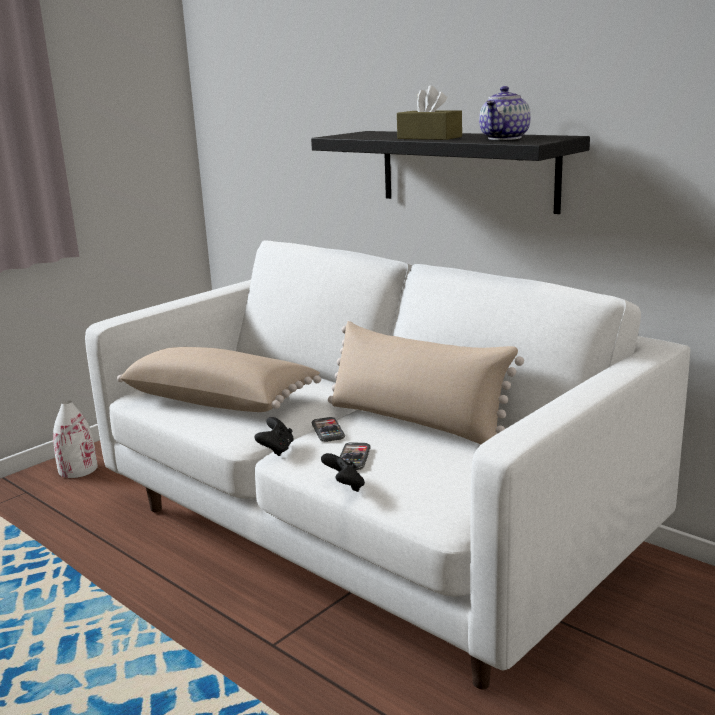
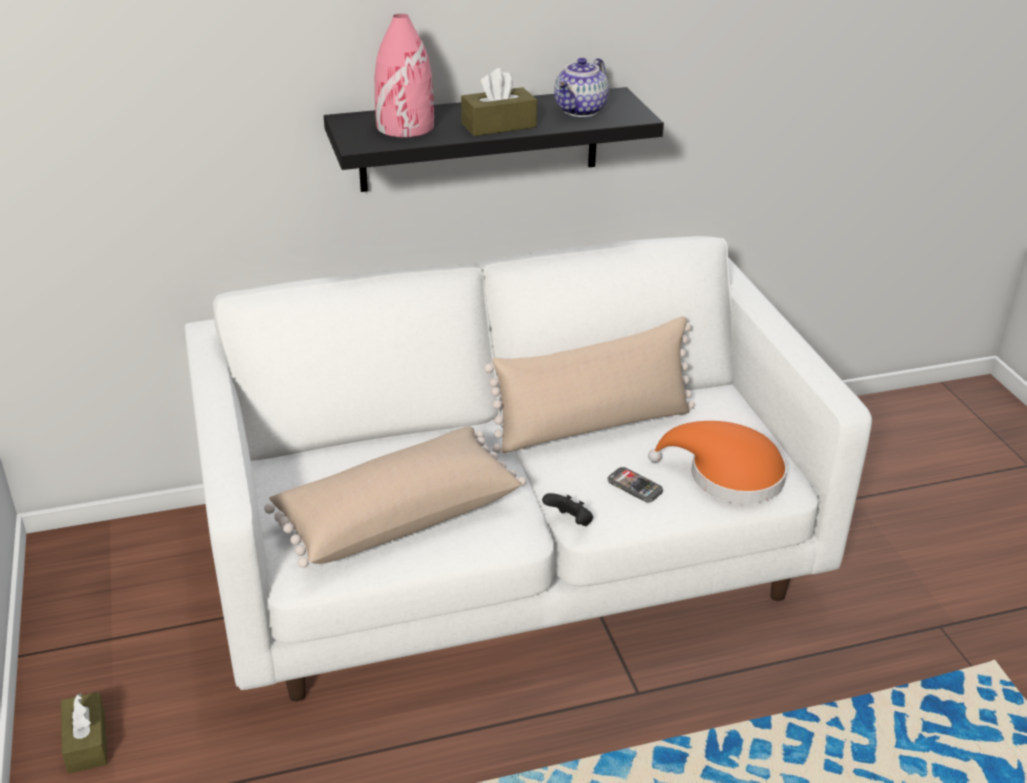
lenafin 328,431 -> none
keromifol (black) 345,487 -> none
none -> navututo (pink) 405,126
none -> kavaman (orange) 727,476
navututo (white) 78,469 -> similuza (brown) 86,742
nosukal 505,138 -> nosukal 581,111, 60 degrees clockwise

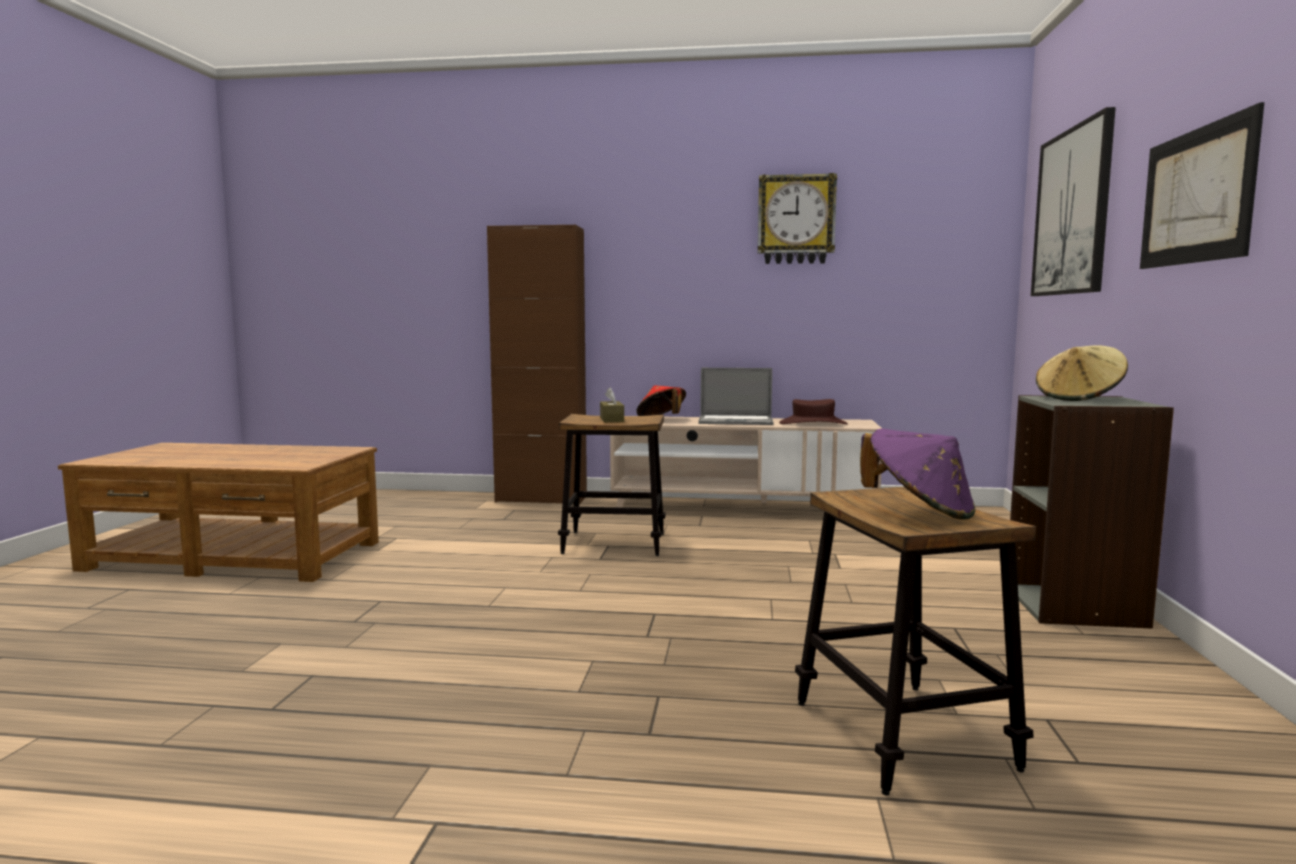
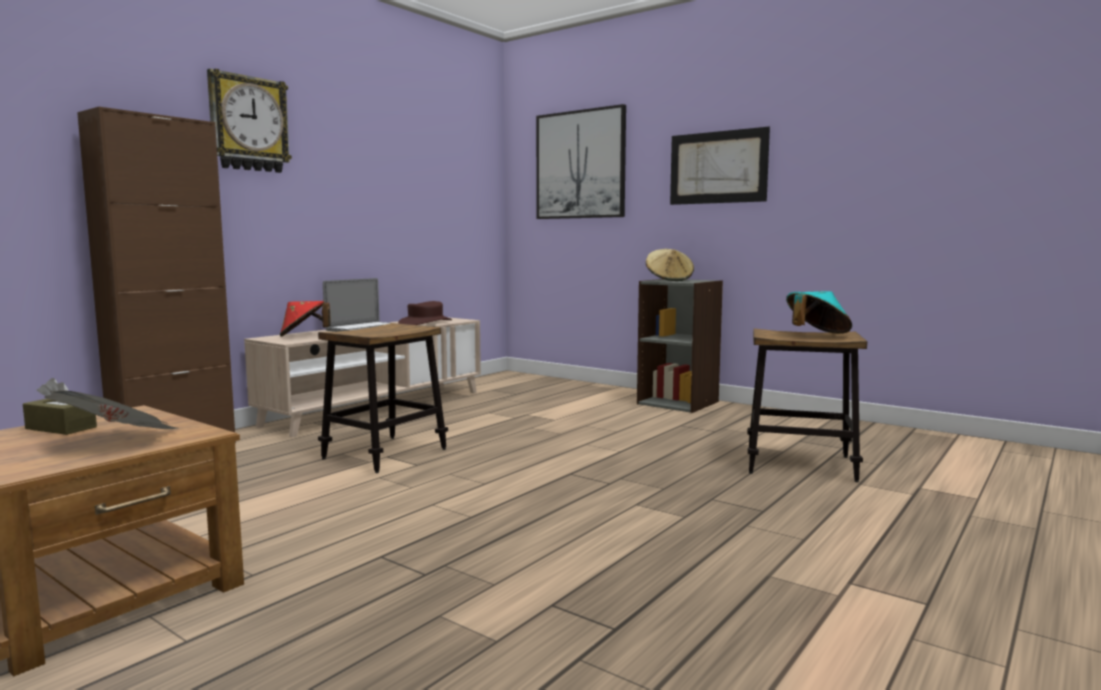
none -> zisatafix 119,441
similuza (brown) 611,419 -> similuza (brown) 61,428, shifted
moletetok 796,220 -> moletetok 248,124, shifted
kavaman (purple) 919,511 -> kavaman (turquoise) 816,334

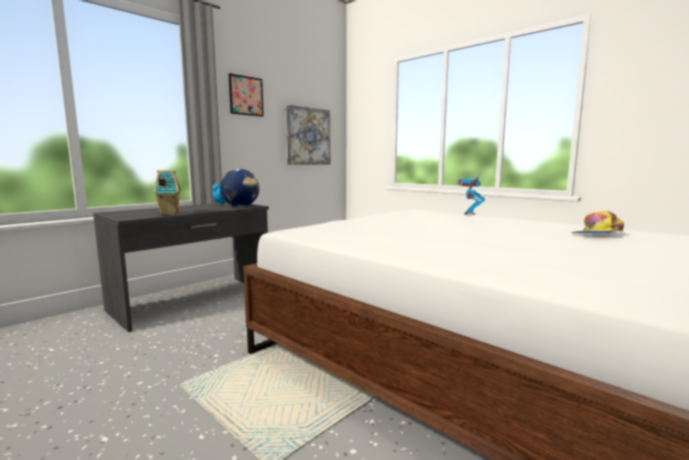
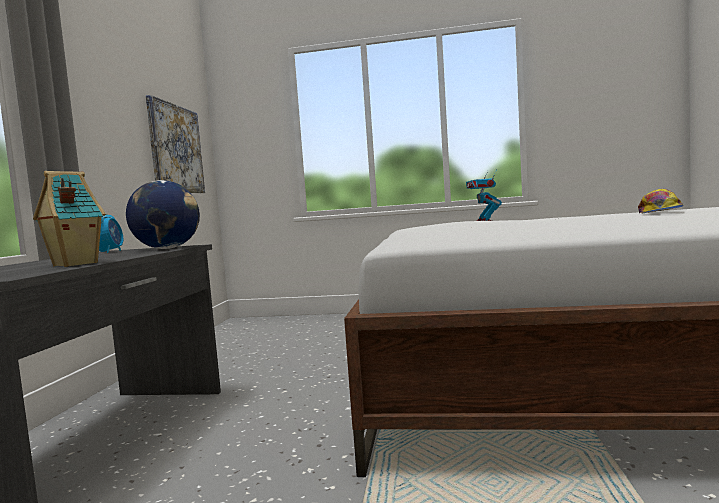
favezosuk 246,96 -> none

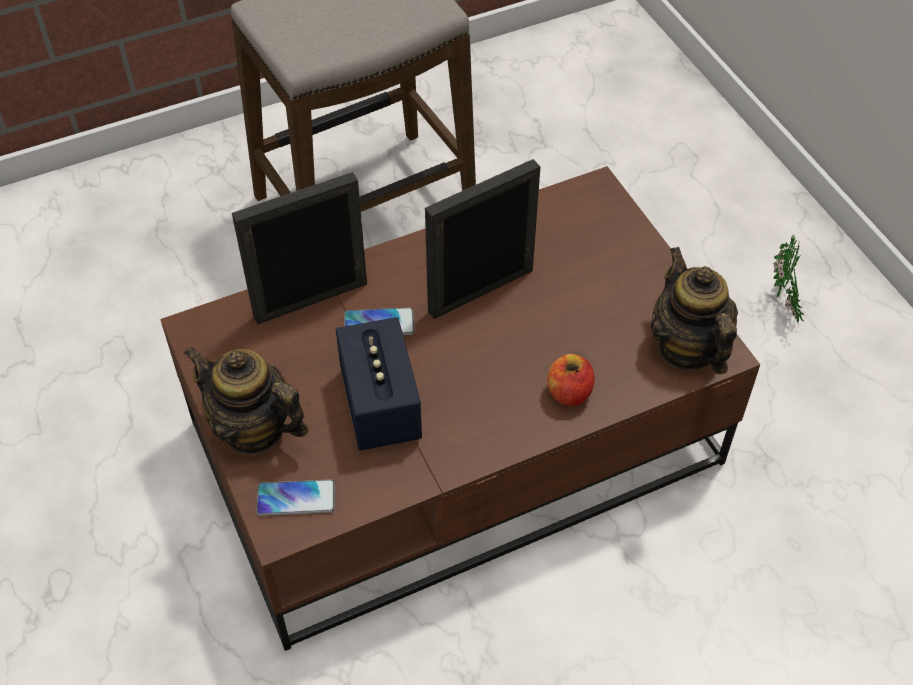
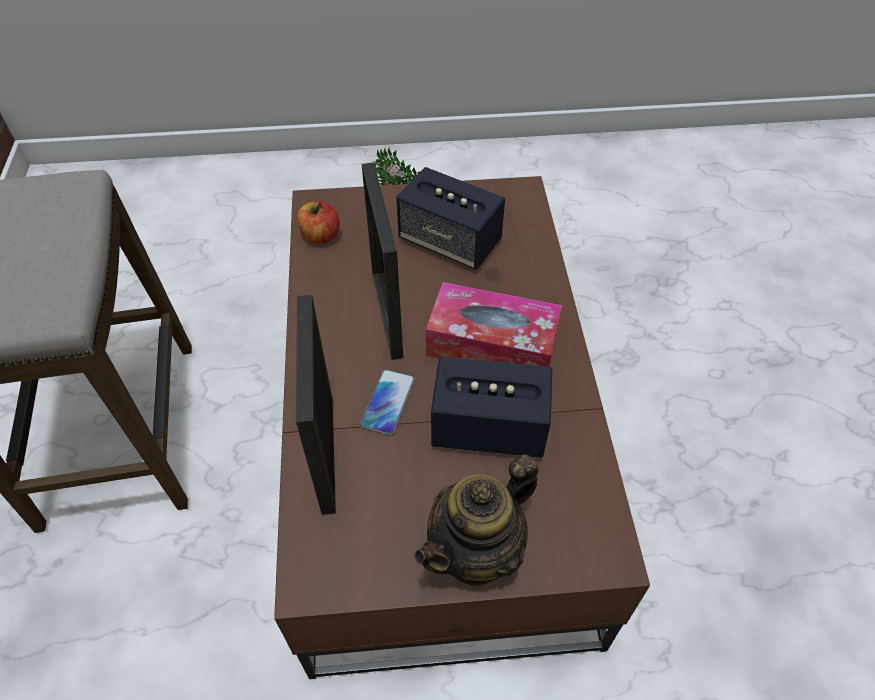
lenafin 296,498 -> none
nosukal 687,348 -> none
none -> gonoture 449,242
none -> similuza 492,343
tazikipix 569,392 -> tazikipix 320,236, shifted

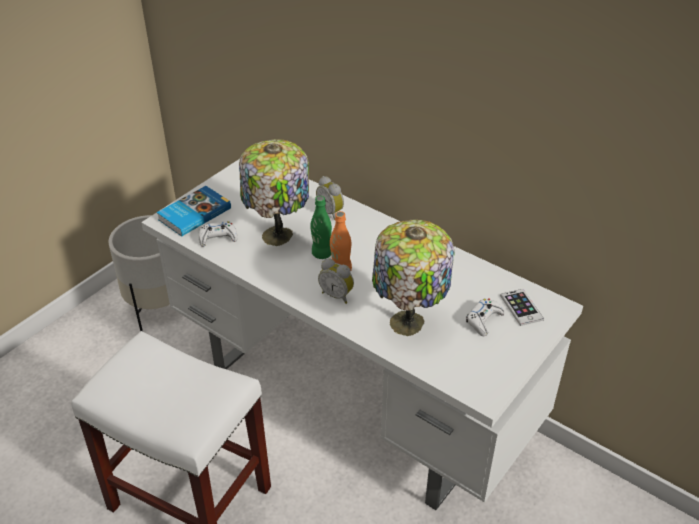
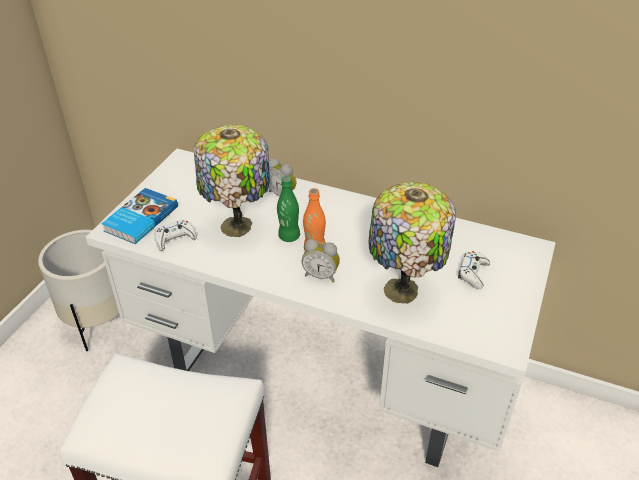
lenafin 521,308 -> none

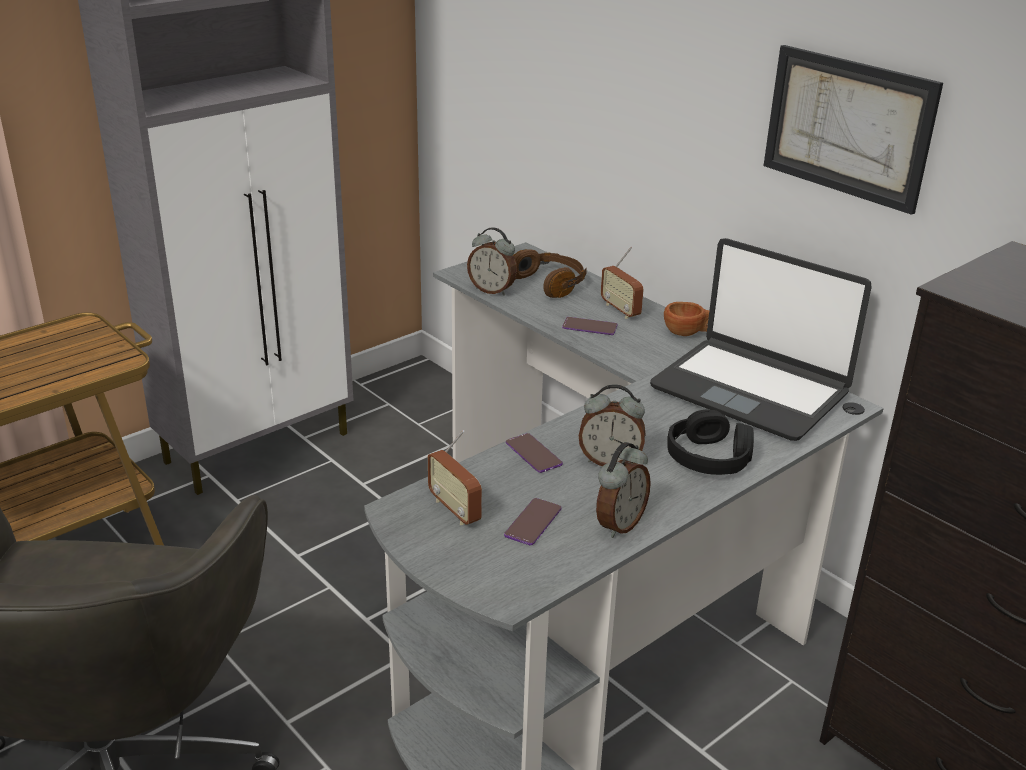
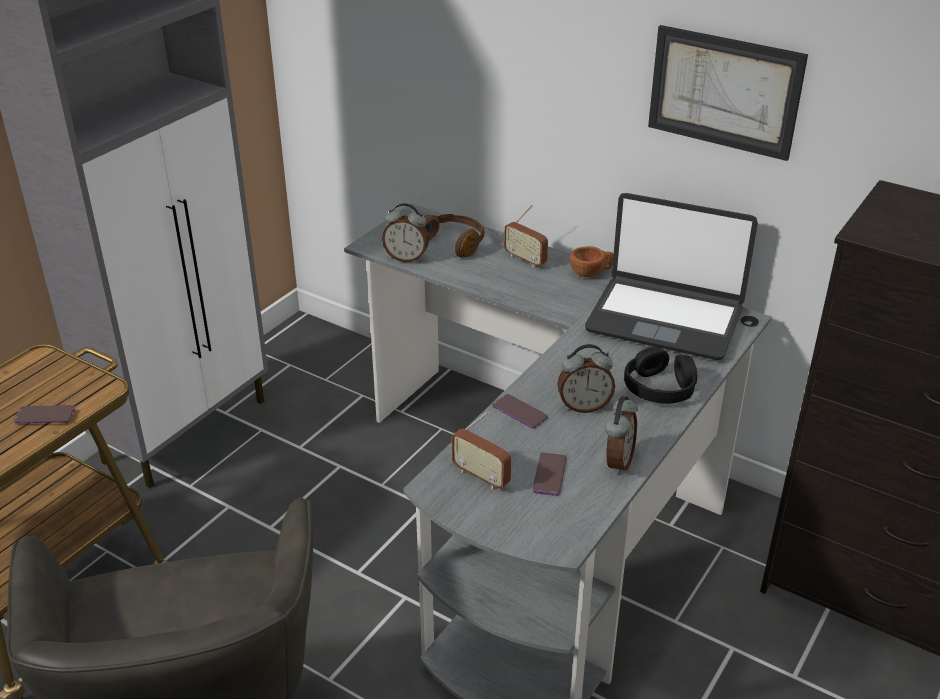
lenafin 589,327 -> lenafin 45,415, shifted

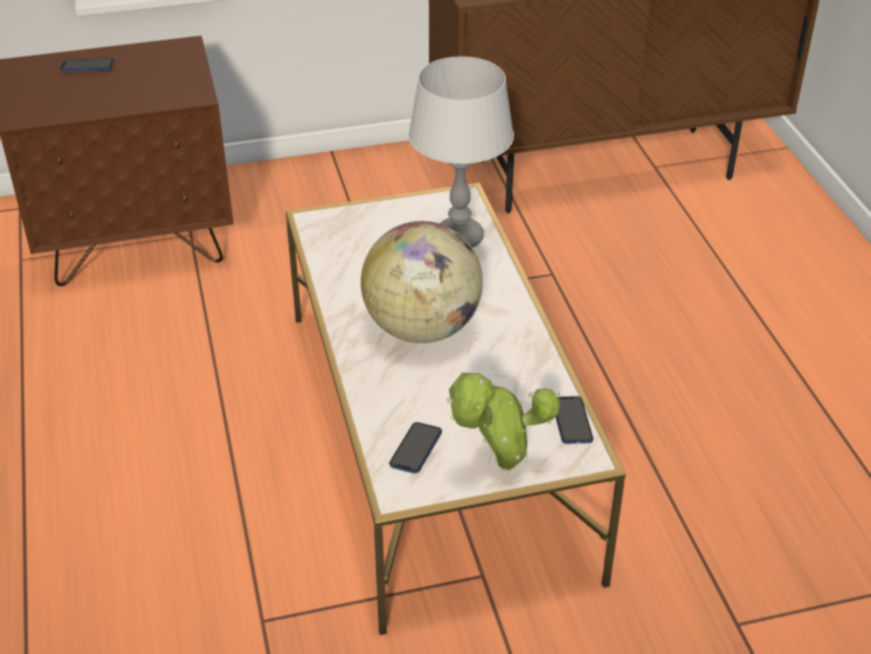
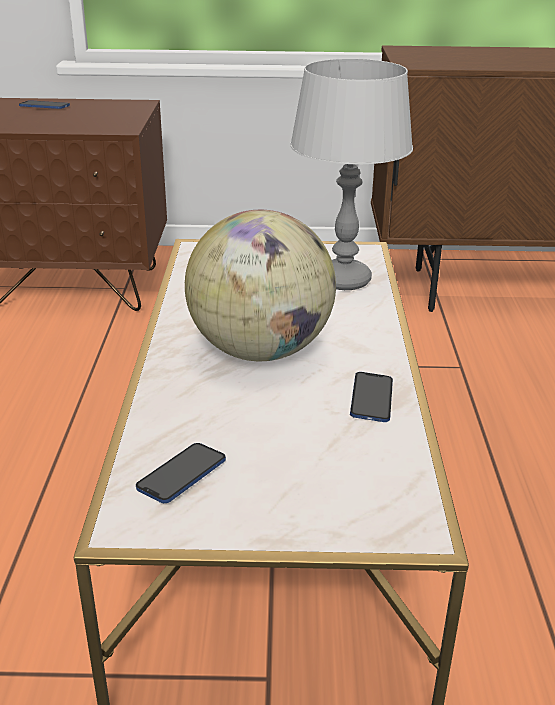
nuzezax 500,466 -> none
lenafin 571,421 -> lenafin 371,398, shifted

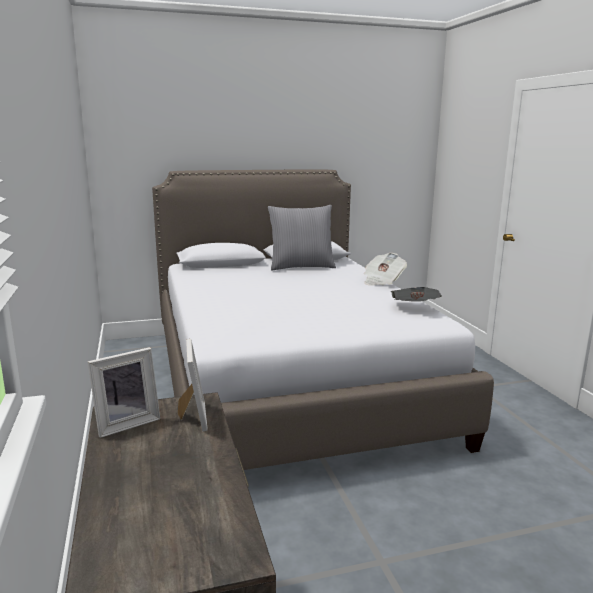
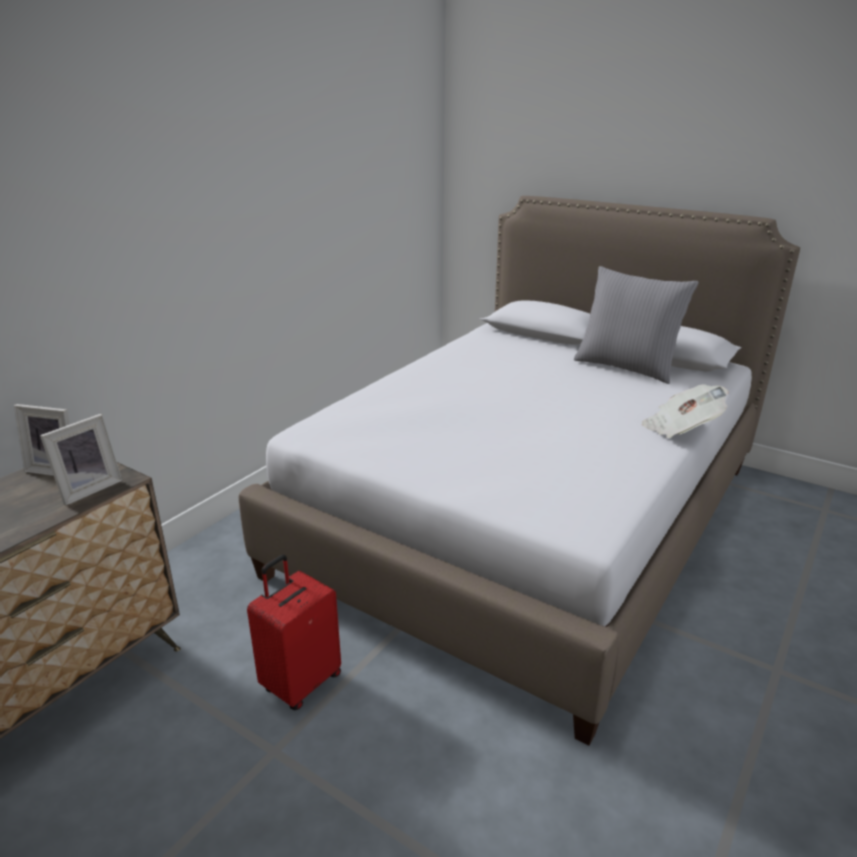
zisatafix 414,308 -> none
none -> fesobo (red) 300,682

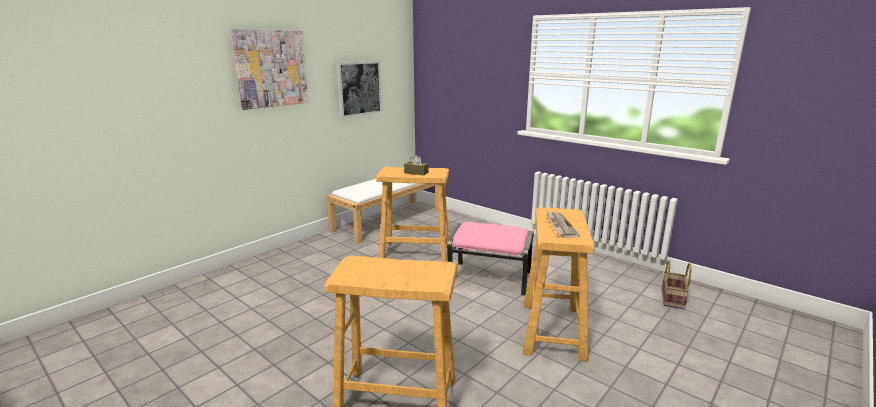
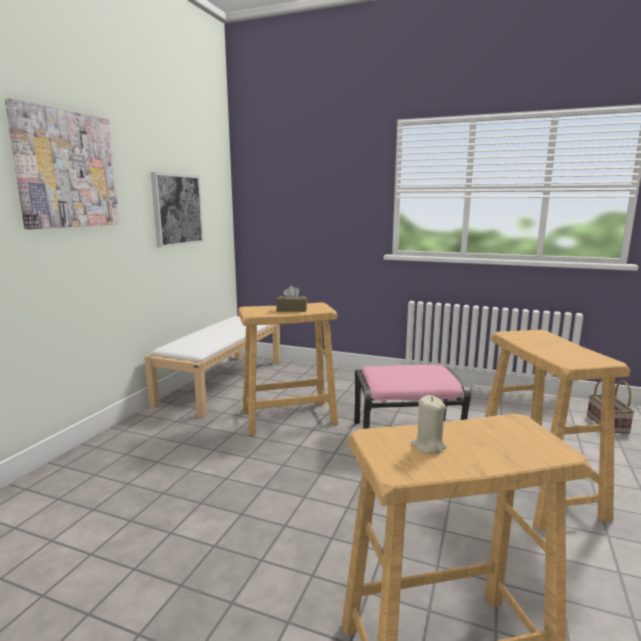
zisatafix 560,226 -> none
none -> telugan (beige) 428,446

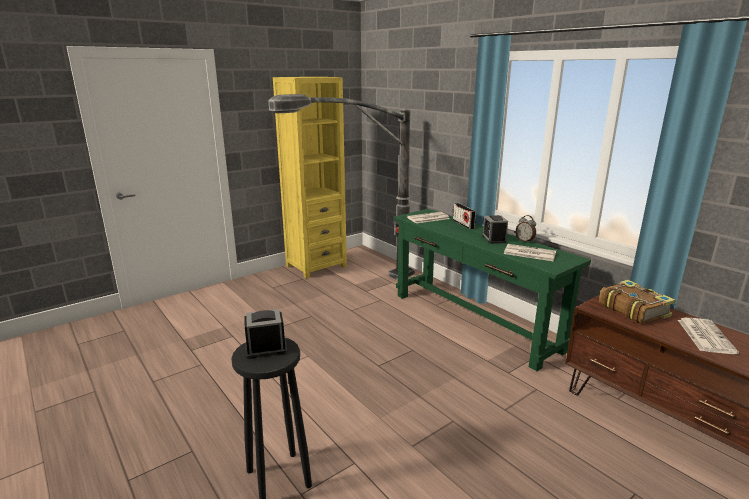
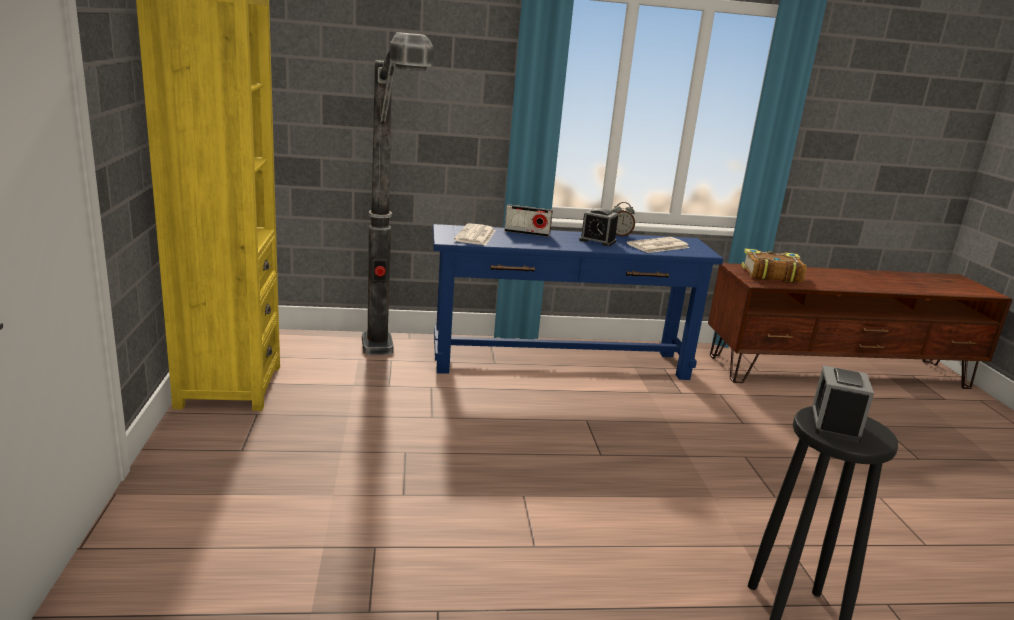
zisatafix 704,336 -> none
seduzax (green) 473,321 -> seduzax (blue) 560,362

